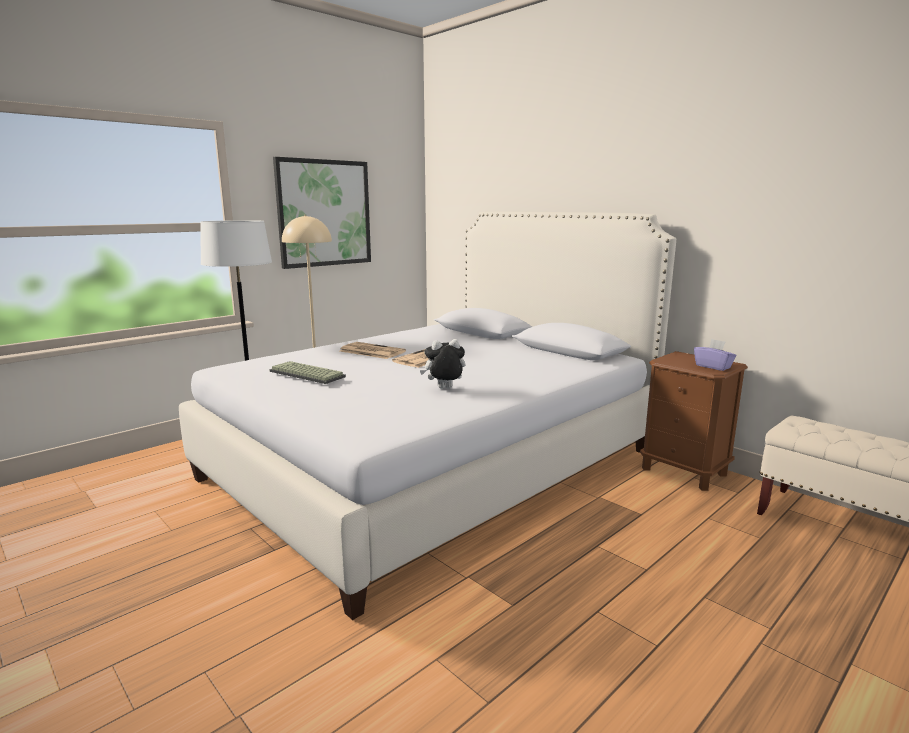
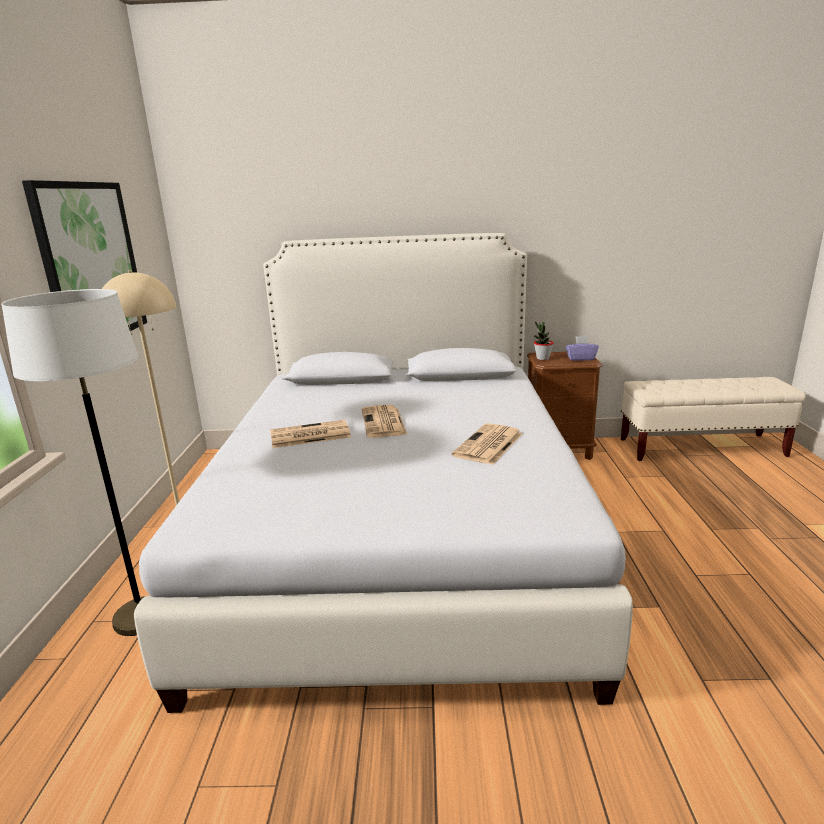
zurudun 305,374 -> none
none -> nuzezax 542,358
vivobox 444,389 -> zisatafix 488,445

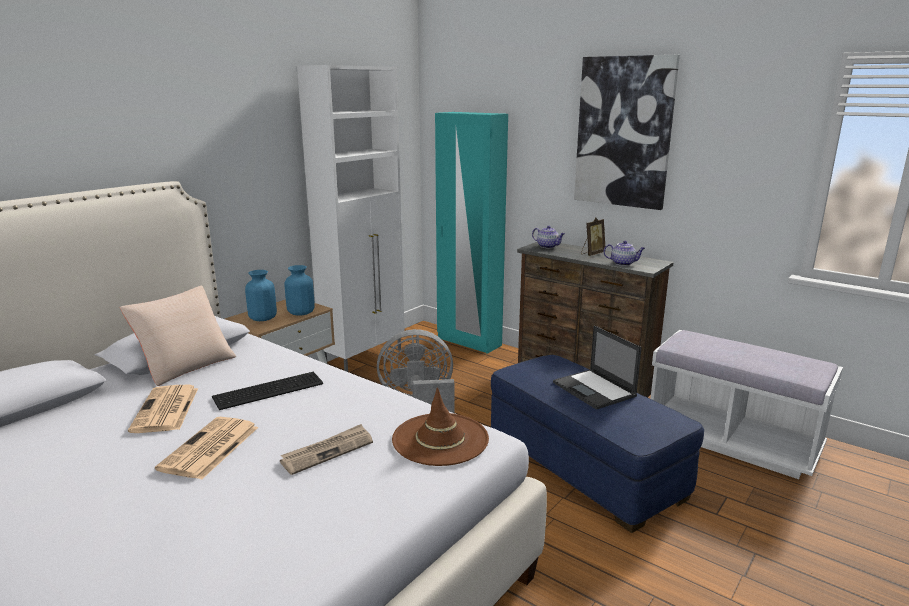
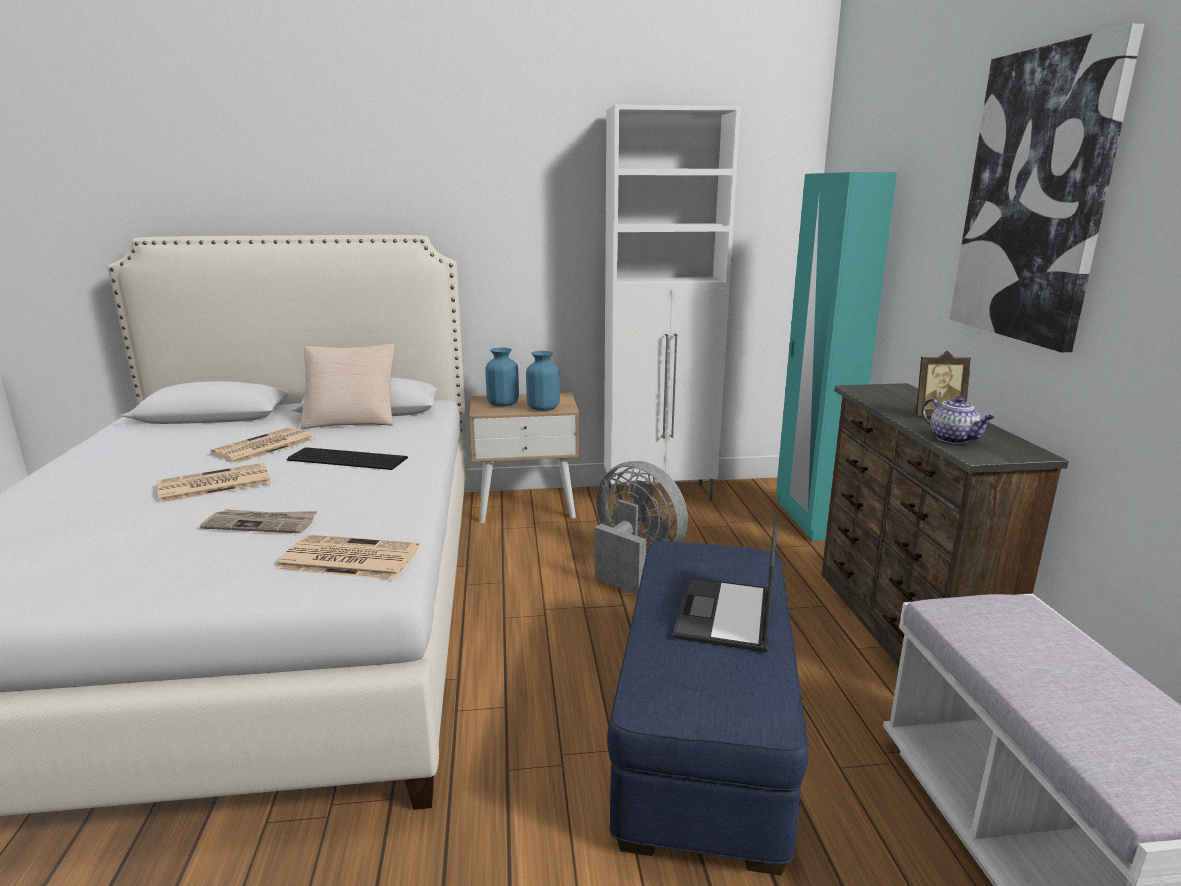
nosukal 548,246 -> none
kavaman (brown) 440,439 -> zisatafix 347,559

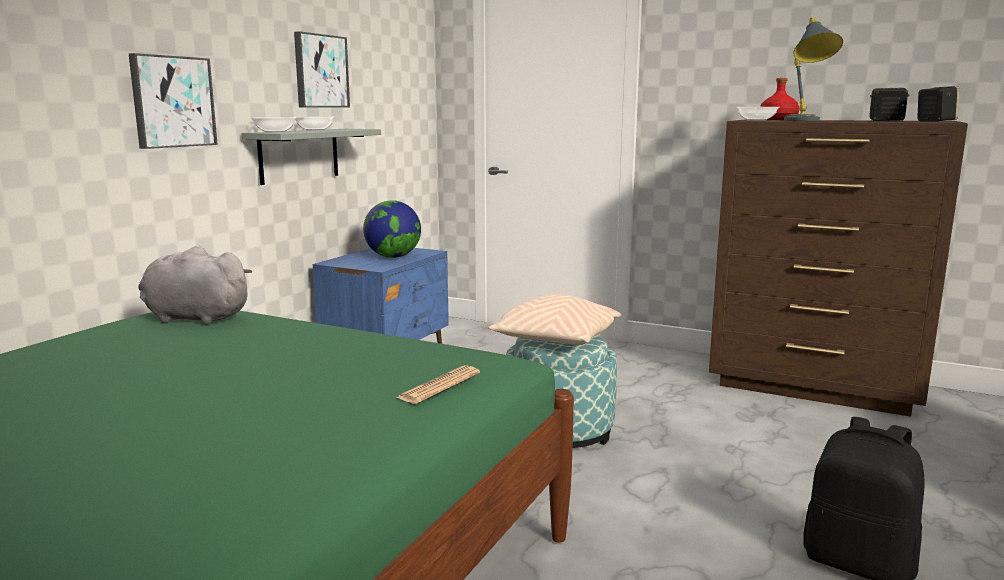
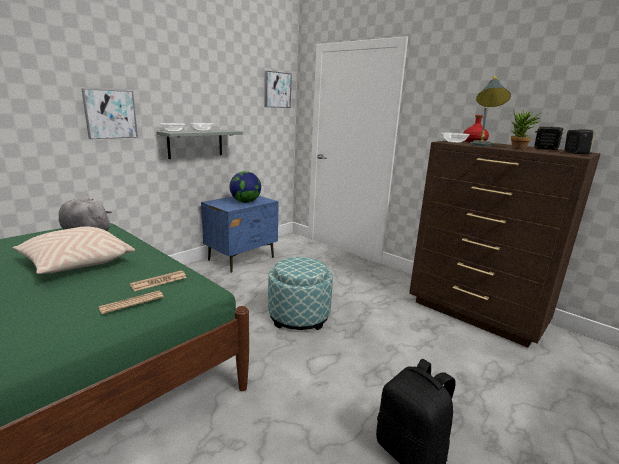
none -> zisatafix 159,281
none -> nuzezax 518,148
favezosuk 320,71 -> favezosuk 276,90, shifted
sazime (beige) 556,340 -> sazime (beige) 76,264, shifted

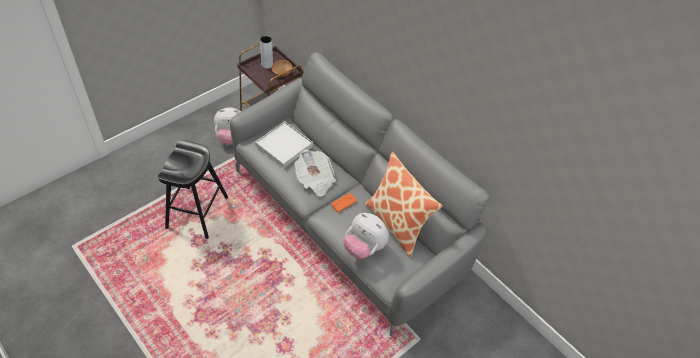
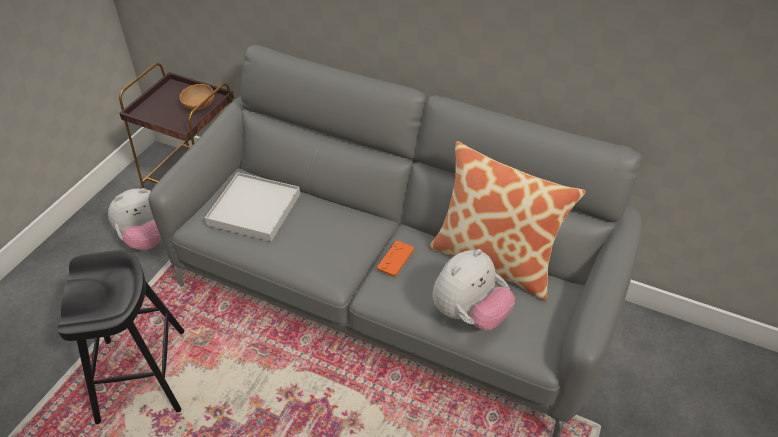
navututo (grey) 267,64 -> none
zisatafix 315,180 -> none
vivobox 364,247 -> vivobox 469,314, 60 degrees counterclockwise

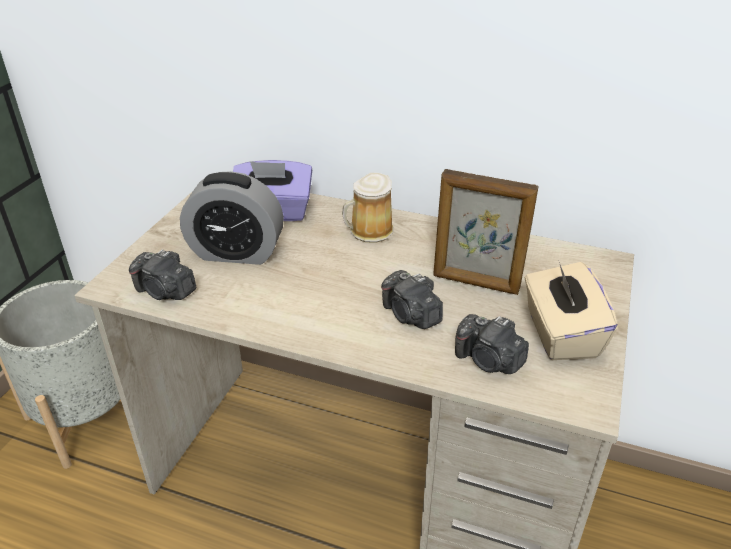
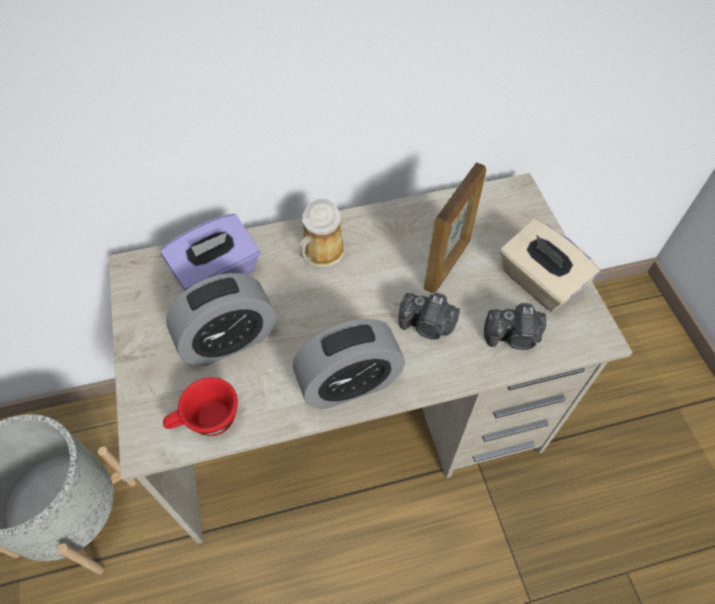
none -> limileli 349,383
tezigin 165,292 -> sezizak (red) 206,421
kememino 476,283 -> kememino 447,264, 45 degrees counterclockwise

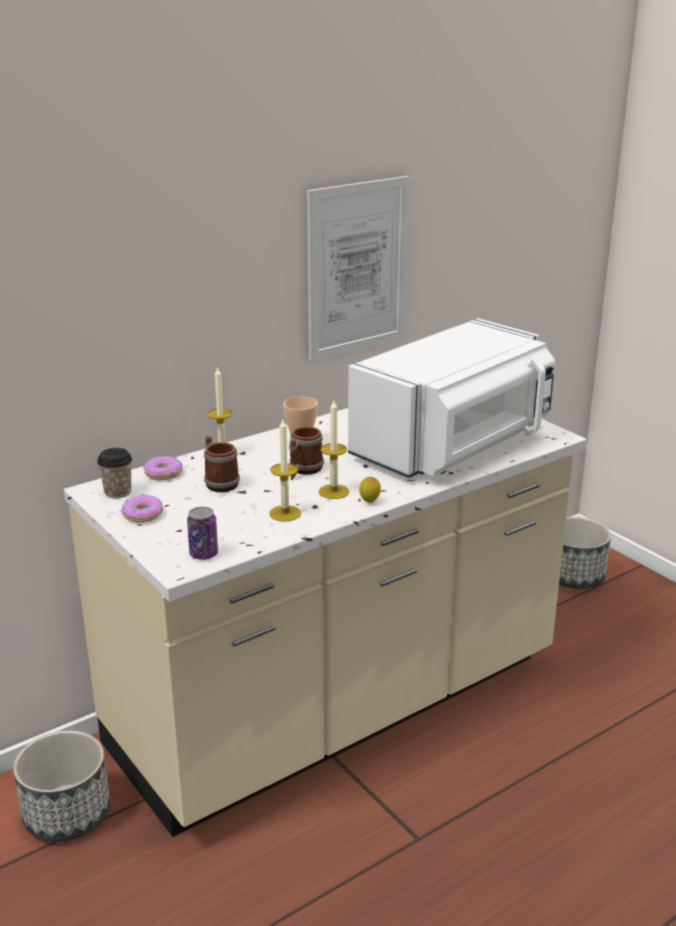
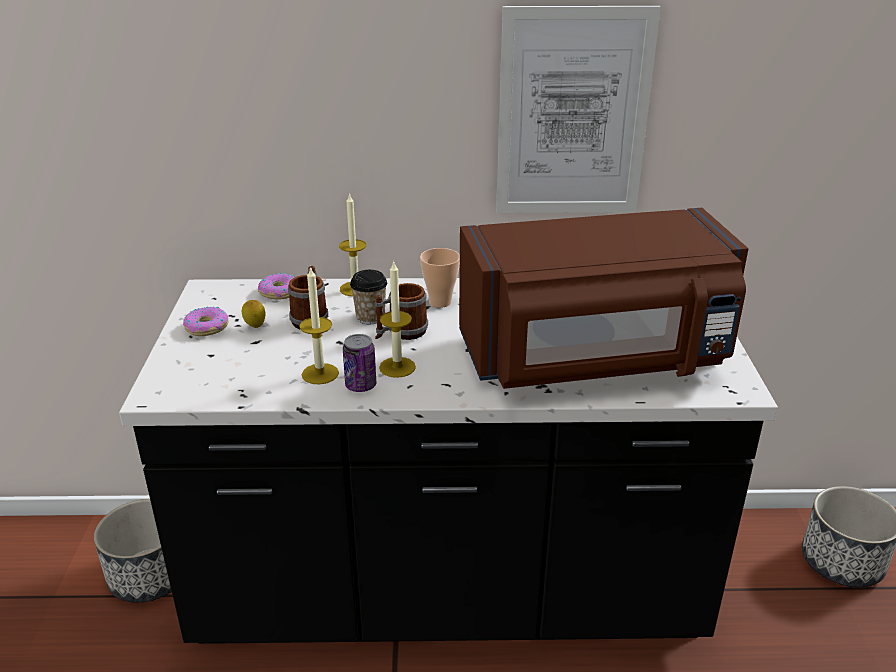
sezizak 118,492 -> sezizak 370,317, shifted
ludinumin 203,554 -> ludinumin 360,385, shifted
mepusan 369,502 -> mepusan 255,327, shifted
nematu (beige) 337,706 -> nematu (black) 448,591
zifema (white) 454,446 -> zifema (brown) 595,359

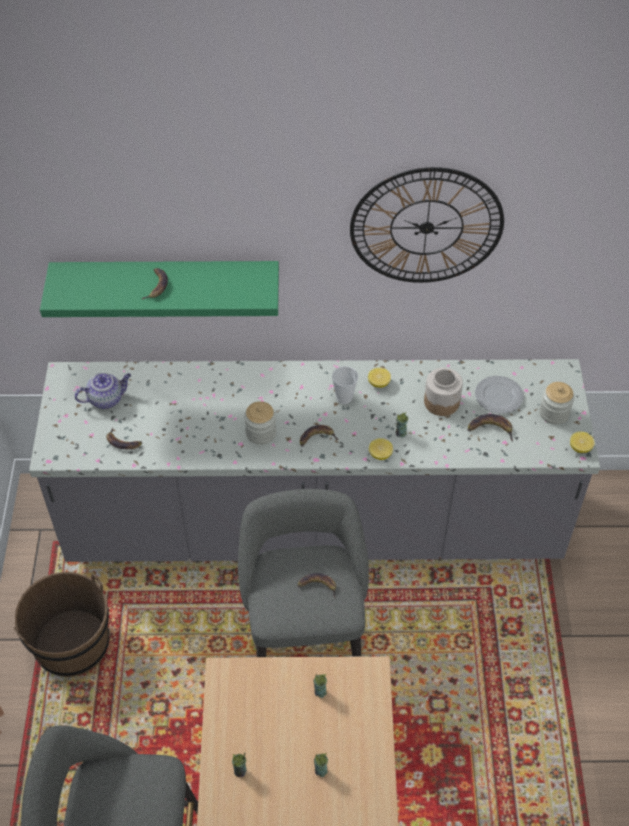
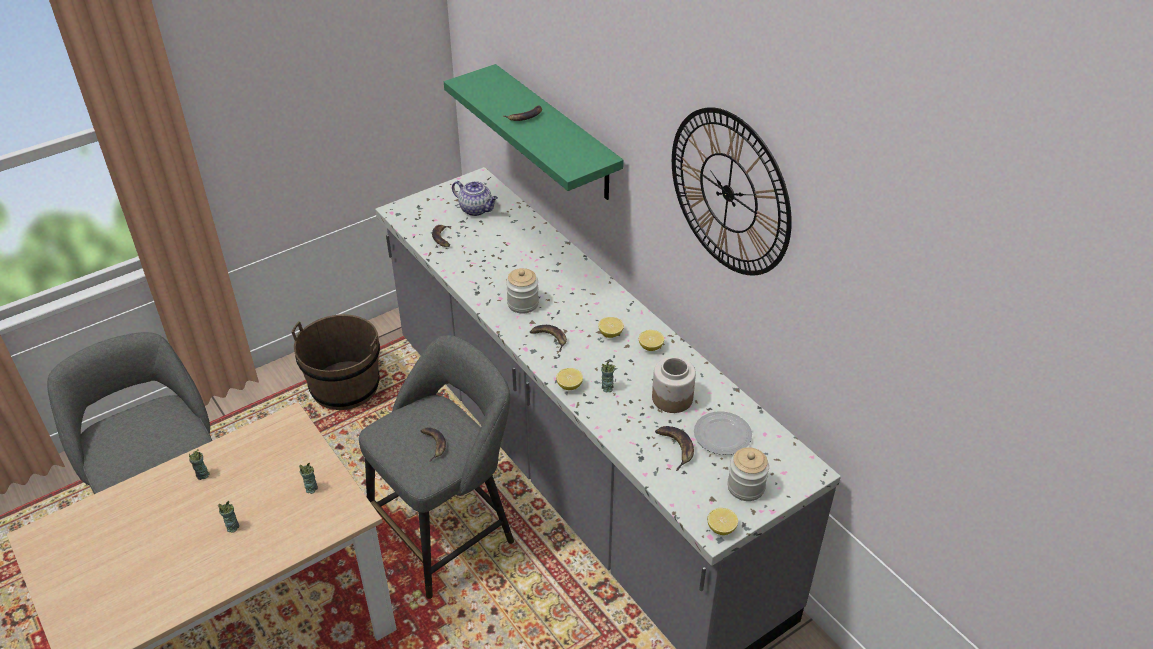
sezizak 344,398 -> mepusan 610,334

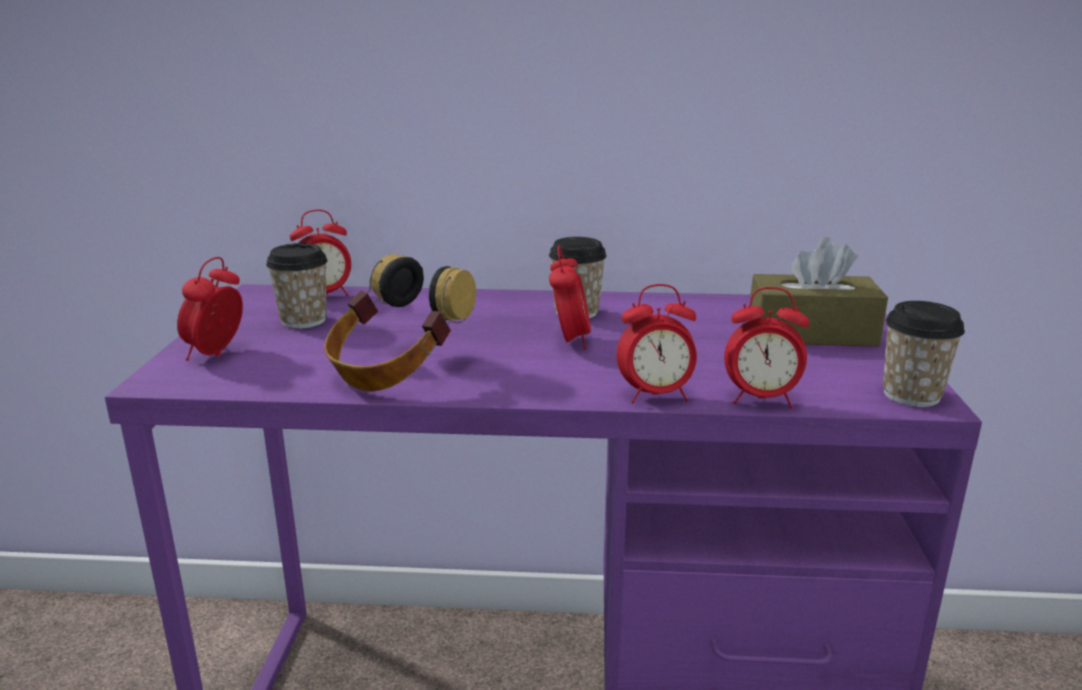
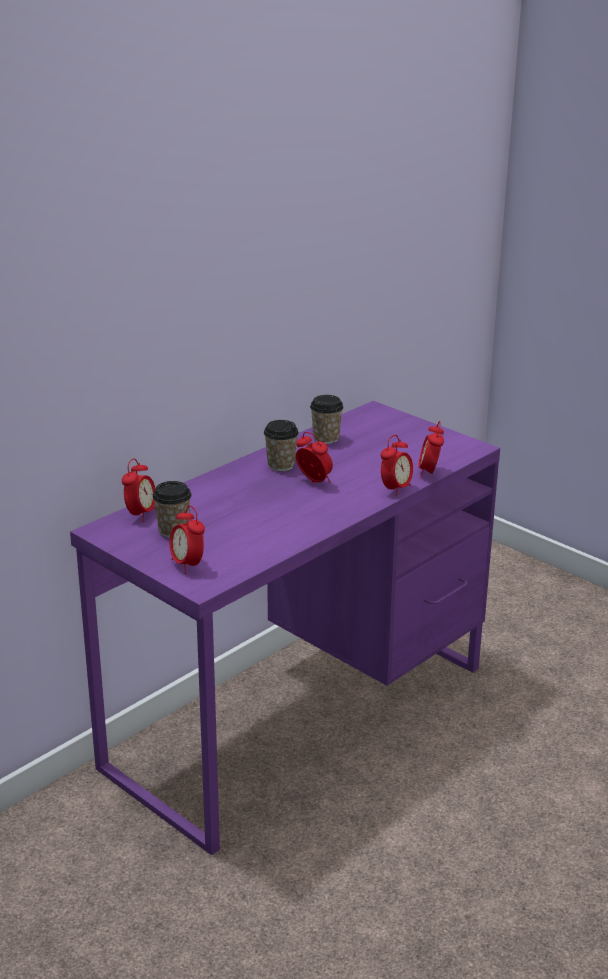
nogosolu 397,370 -> none
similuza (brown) 811,333 -> none
sezizak 911,395 -> sezizak 326,438, shifted
limileli 761,400 -> limileli 429,472, 135 degrees clockwise

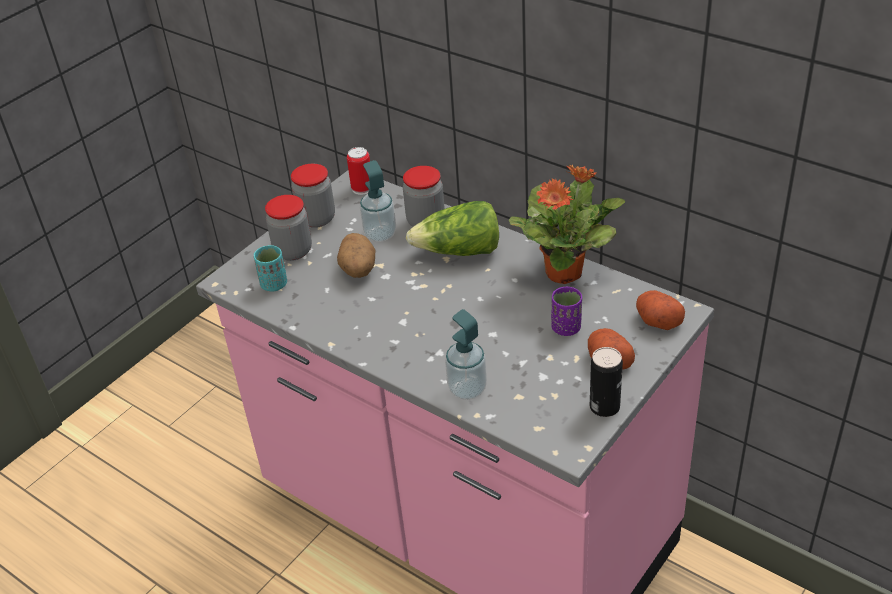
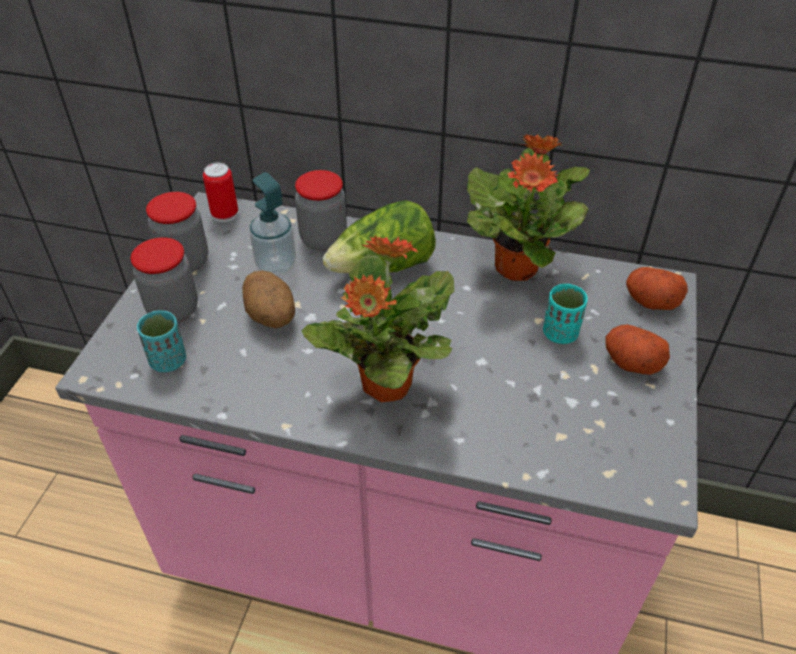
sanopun 467,389 -> none
ludinumin 604,407 -> none
none -> nuzezax 385,385
sezizak (purple) 566,328 -> sezizak (turquoise) 560,333

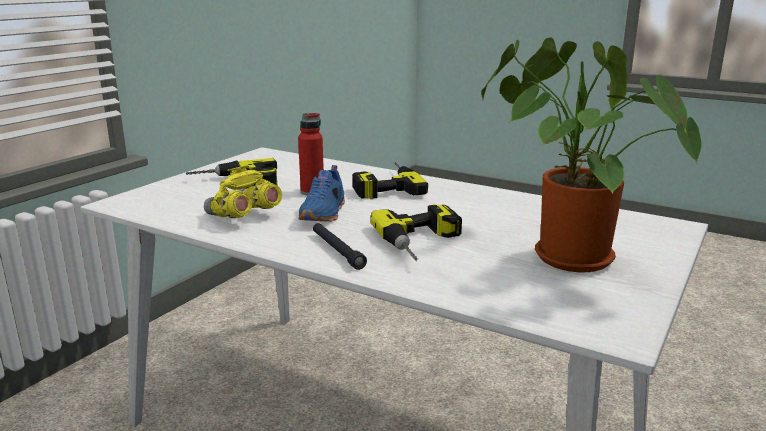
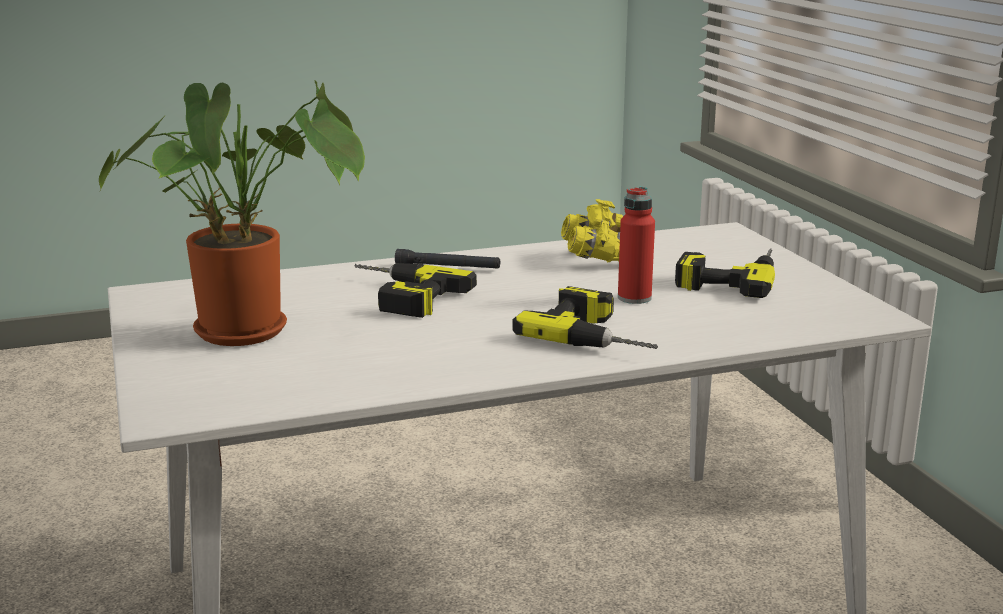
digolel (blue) 325,213 -> none

